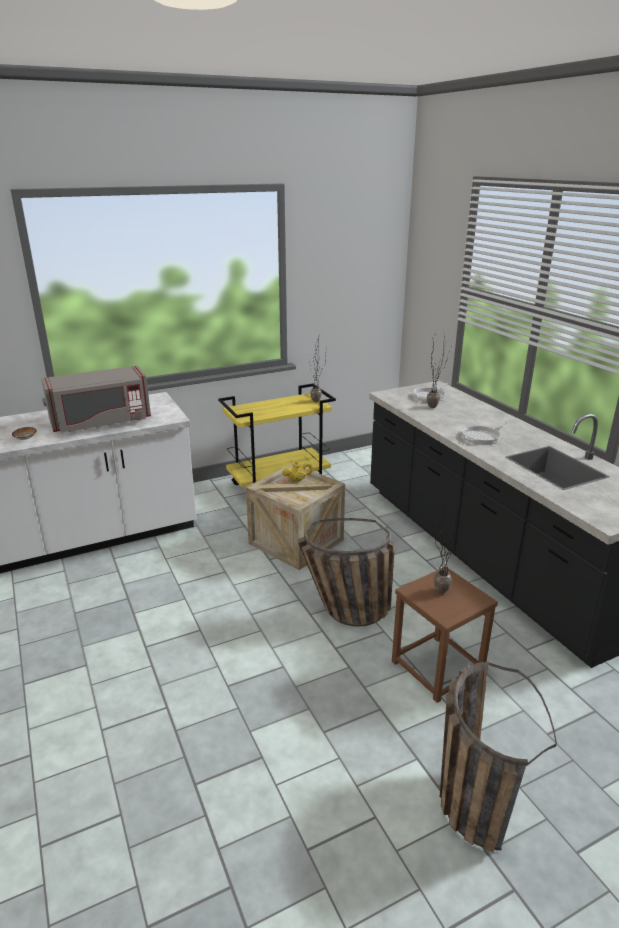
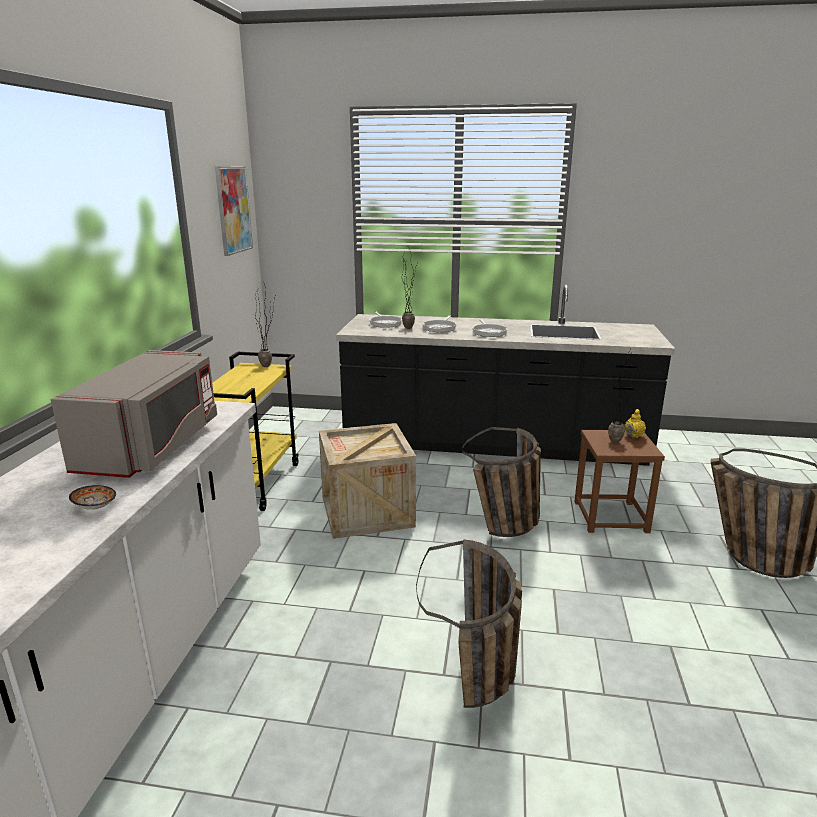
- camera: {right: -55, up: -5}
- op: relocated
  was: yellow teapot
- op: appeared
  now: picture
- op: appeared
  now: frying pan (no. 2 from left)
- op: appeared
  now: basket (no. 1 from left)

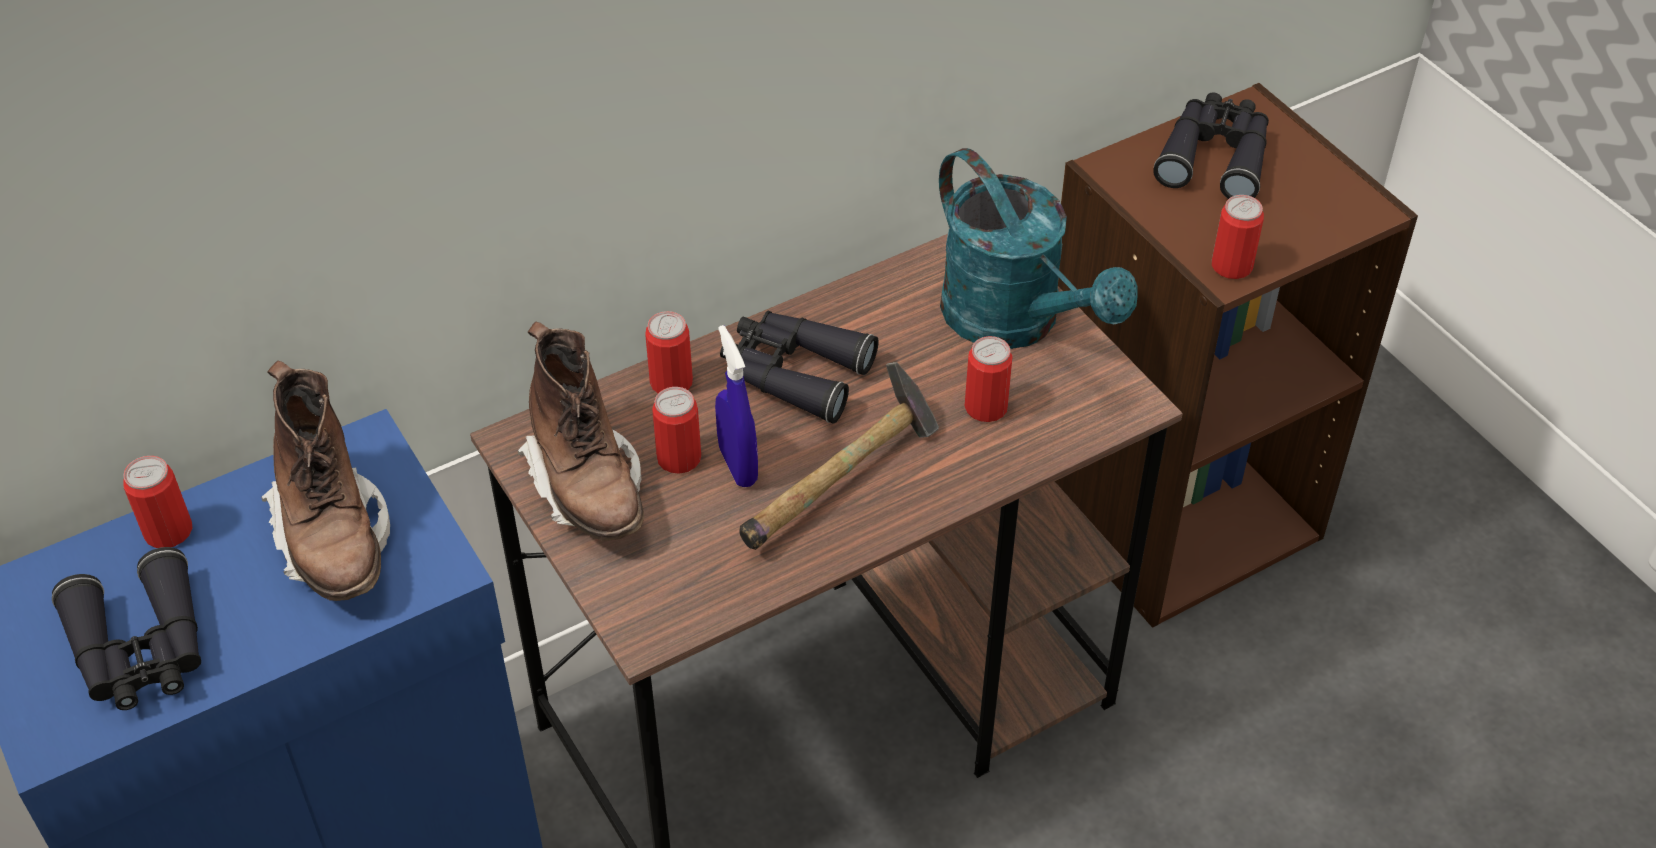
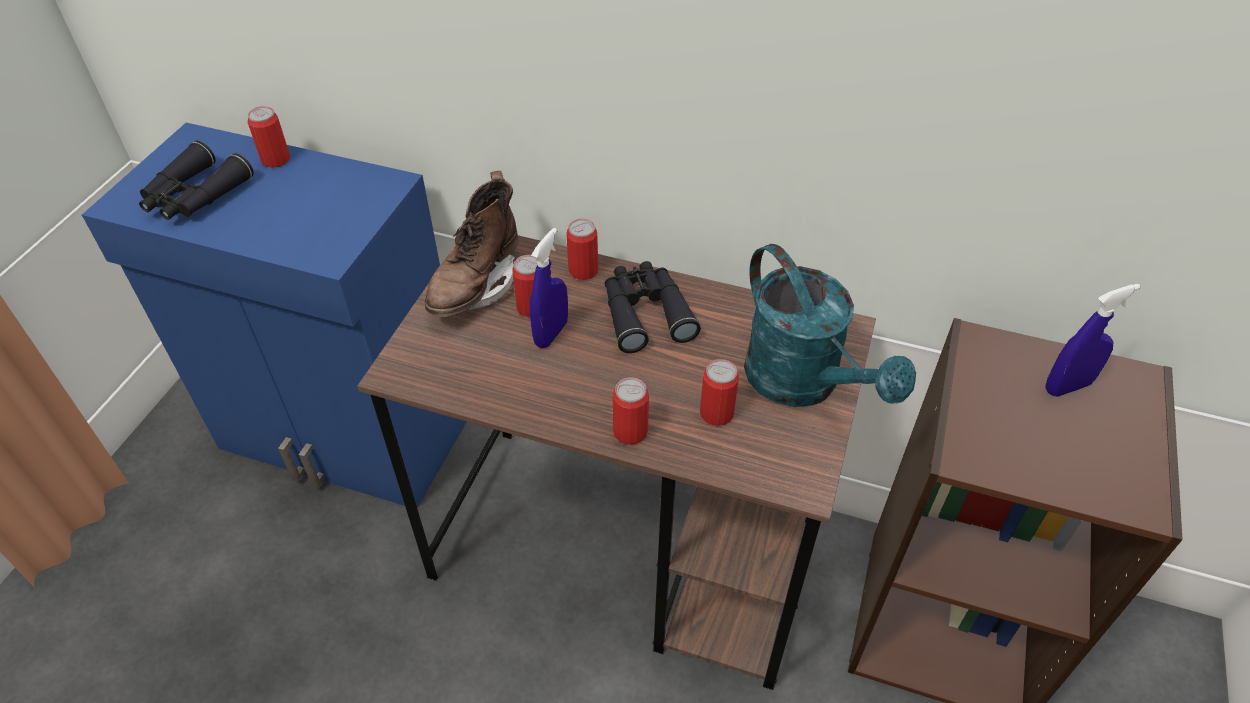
- camera: {right: 50, up: 0}
- op: exchanged
  was: black binoculars (no. 3 from left)
  now: blue spray bottle (no. 2 from left)
- op: spun
  was: turquoise watering can
  clockwise: -45
- op: relocated
  was: can (no. 5 from left in the first image)
  now: can (no. 4 from left)
- op: missing
  was: brown boot (no. 1 from left)
- op: missing
  was: hammer

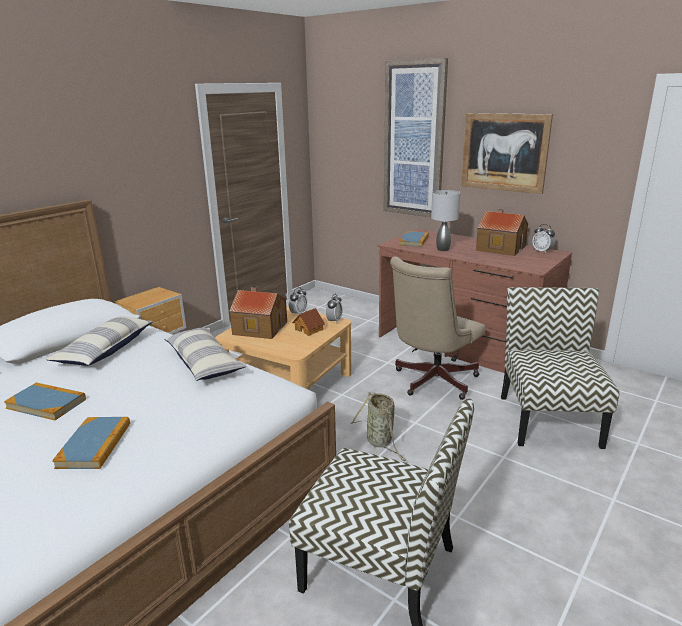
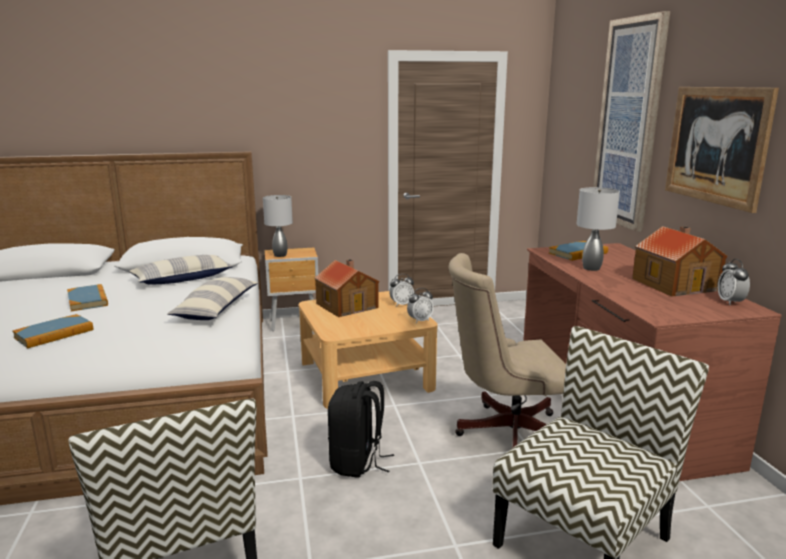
- camera: {right: 40, up: -5}
- op: missing
  was: toy house (no. 2 from left)
- op: exchanged
  was: basket
  now: black backpack
- op: appeared
  now: grey table lamp (no. 1 from left)

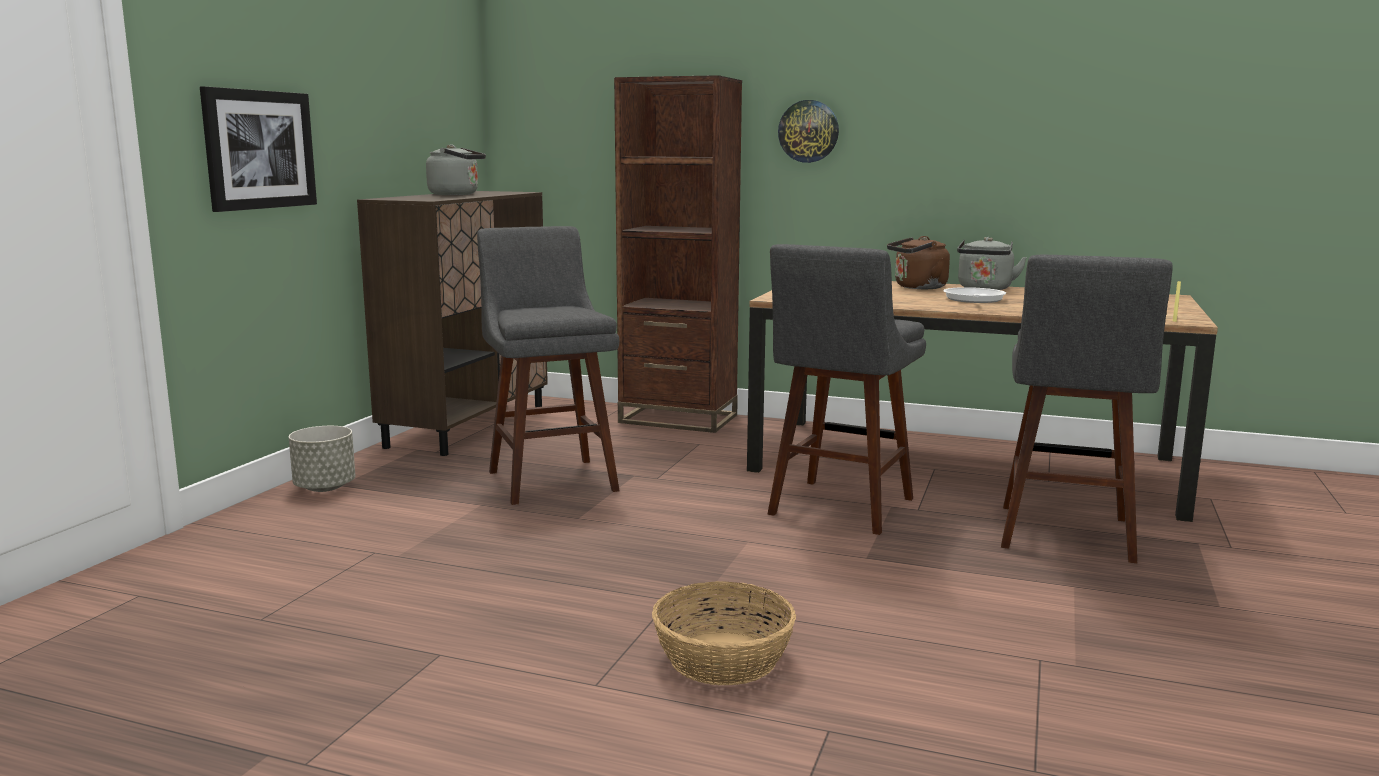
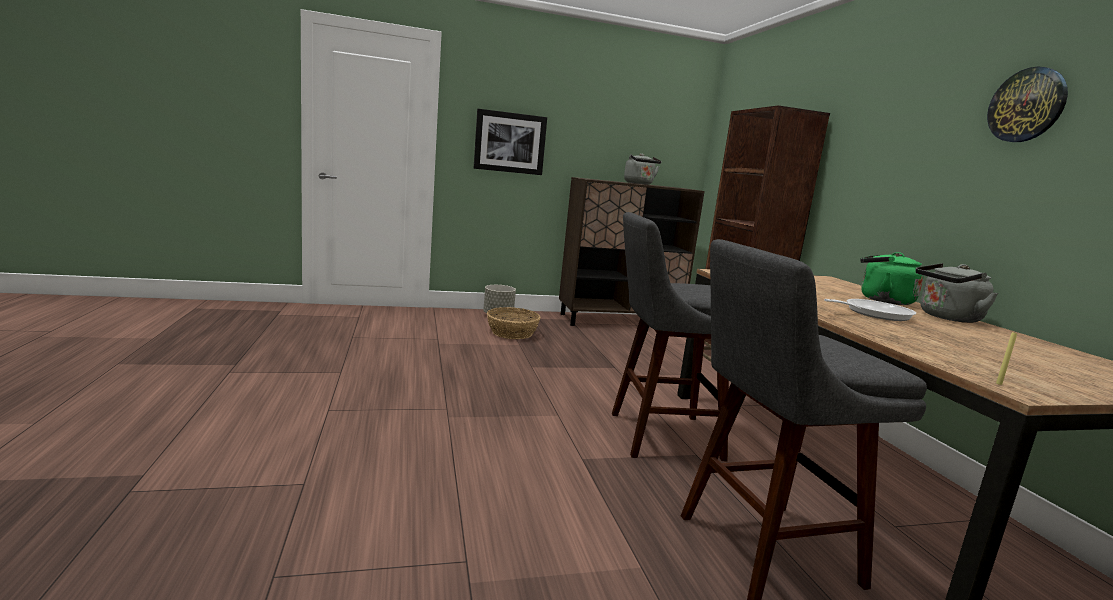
- camera: {right: 55, up: 0}
- op: relocated
  was: wall clock
- op: missing
  was: grey stool (no. 1 from left)
- op: colour
  was: brown kettle
  now: green kettle
- op: relocated
  was: basket

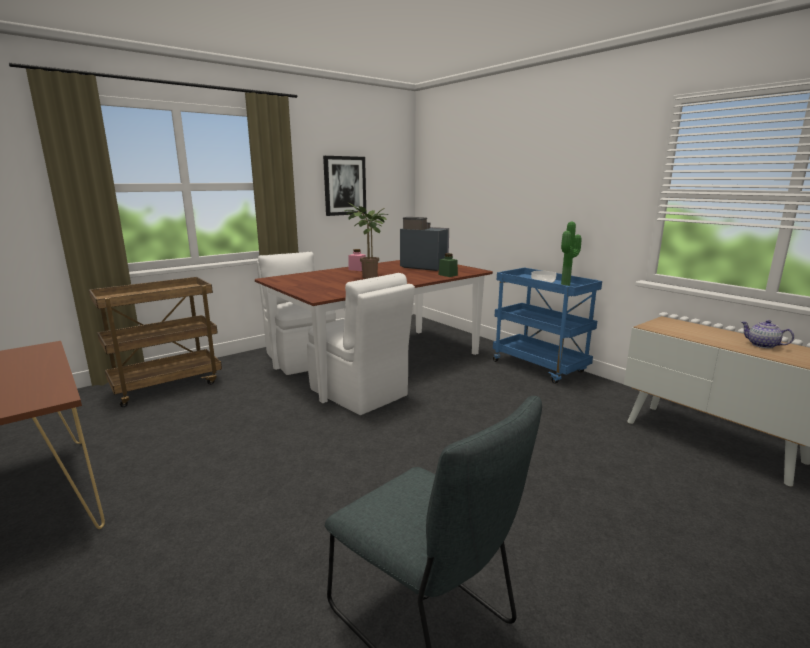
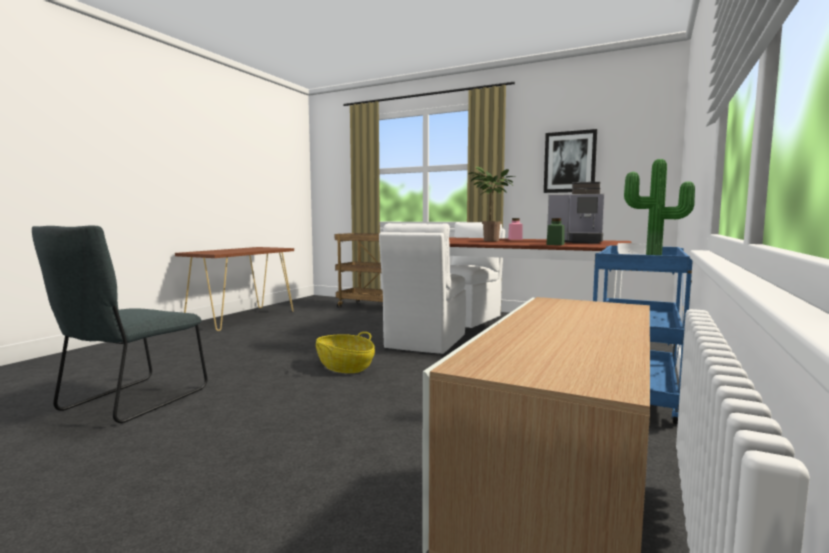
- camera: {right: 65, up: -10}
- op: spun
  was: coffee machine
  clockwise: 105
- op: missing
  was: teapot
- op: appeared
  now: basket

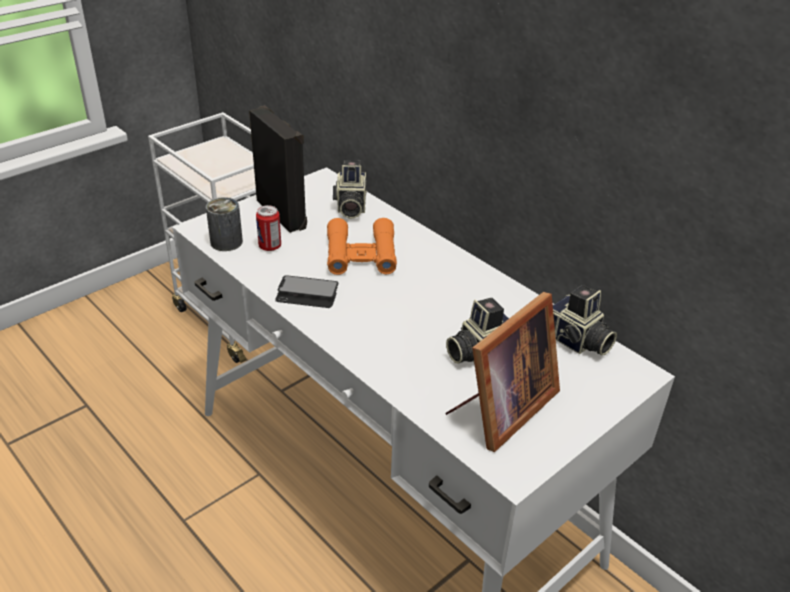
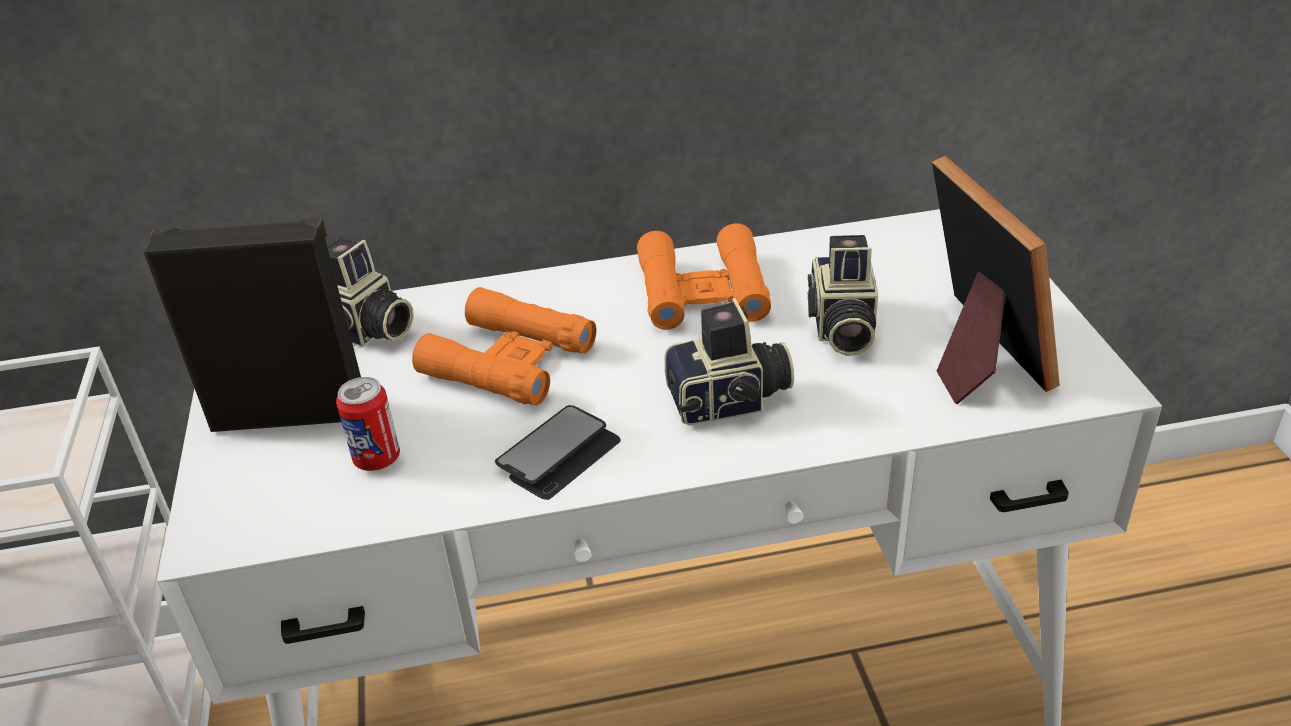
- camera: {right: -55, up: 0}
- op: missing
  was: can (no. 1 from left)
- op: relocated
  was: photo camera (no. 3 from left in the first image)
  now: photo camera (no. 2 from left)
- op: appeared
  now: orange binoculars (no. 2 from left)

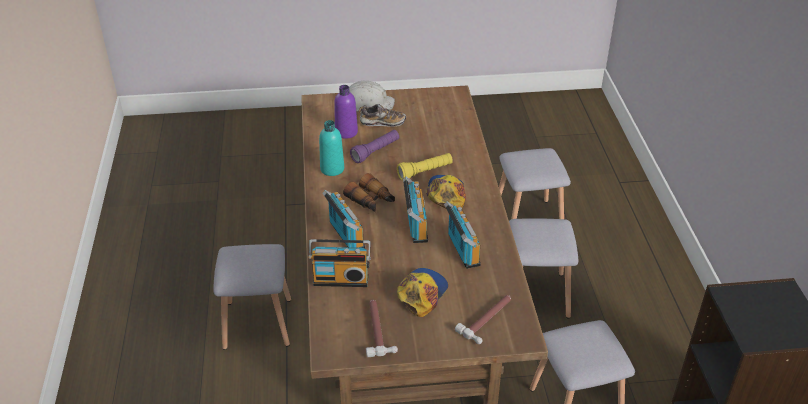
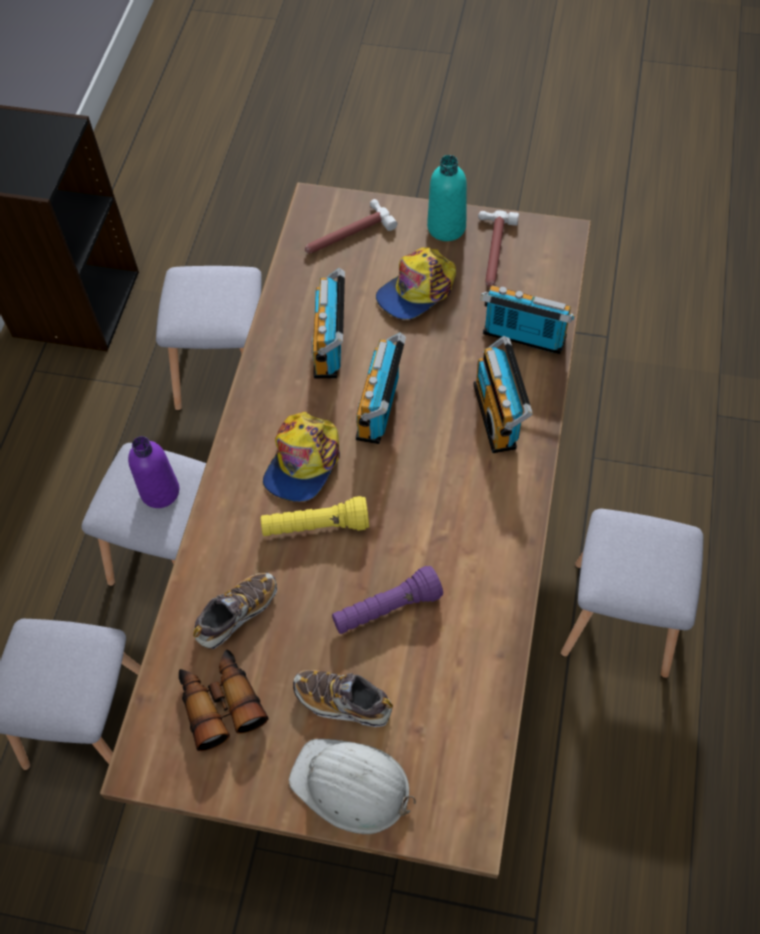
- camera: {right: -160, up: 20}
- op: relocated
  was: purple bottle
- op: relocated
  was: turquoise bottle
- op: relocated
  was: binoculars
- op: appeared
  now: shoe (no. 1 from left)

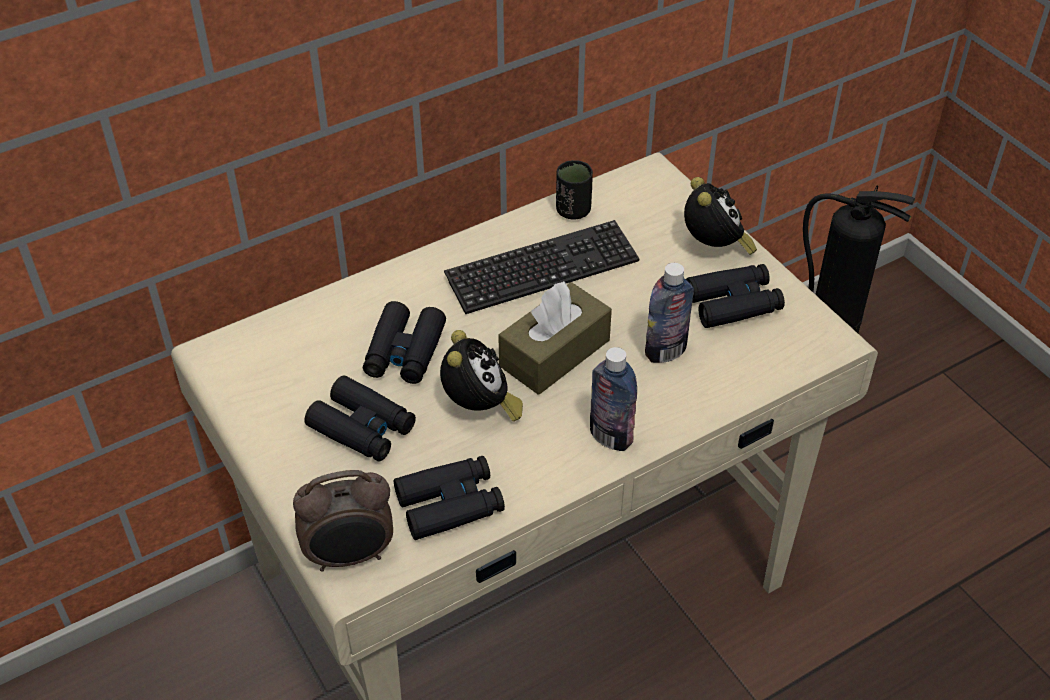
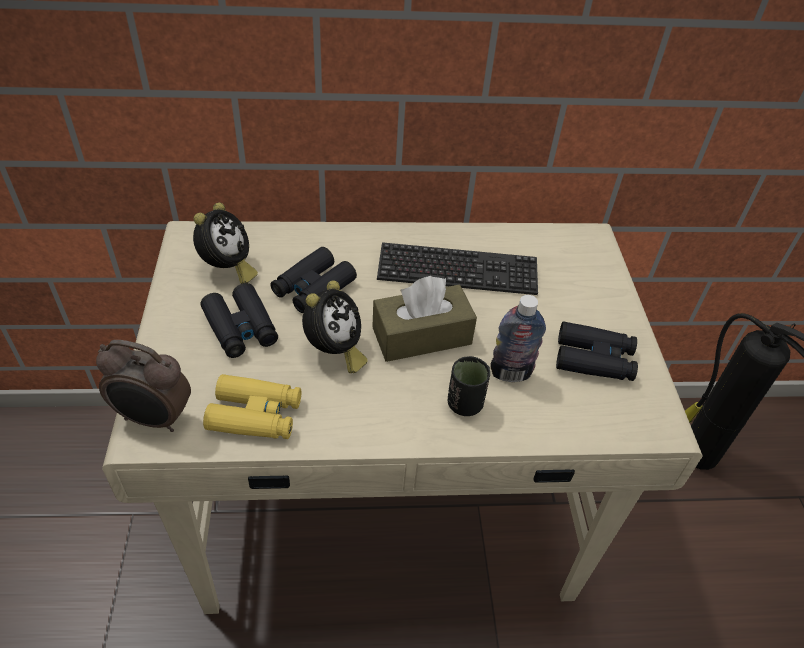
- camera: {right: 25, up: 0}
- op: relocated
  was: black cup
- op: relocated
  was: alarm clock (no. 3 from left in the first image)
  now: alarm clock (no. 2 from left)
- op: missing
  was: bottle (no. 1 from left)
- op: colour
  was: black binoculars (no. 3 from left)
  now: yellow binoculars

